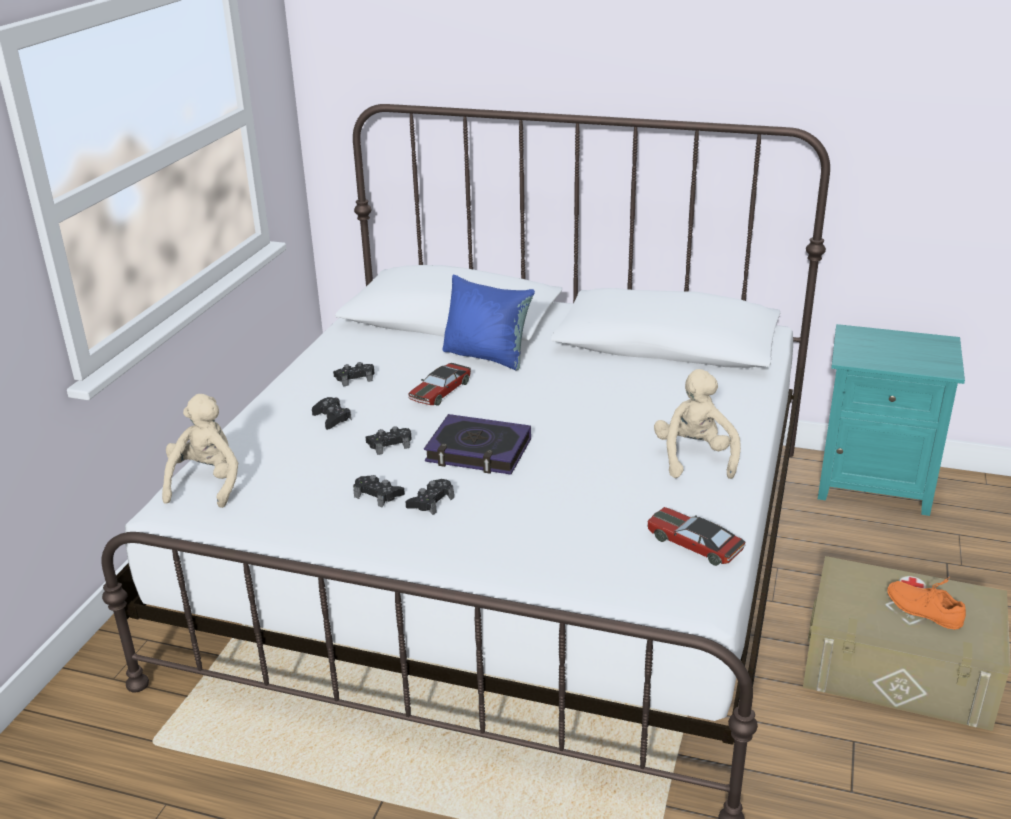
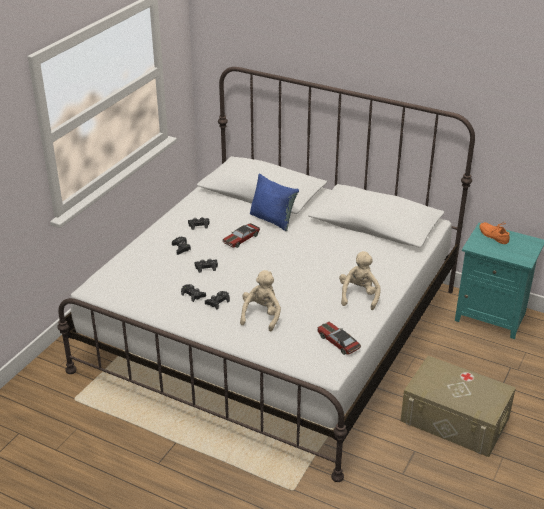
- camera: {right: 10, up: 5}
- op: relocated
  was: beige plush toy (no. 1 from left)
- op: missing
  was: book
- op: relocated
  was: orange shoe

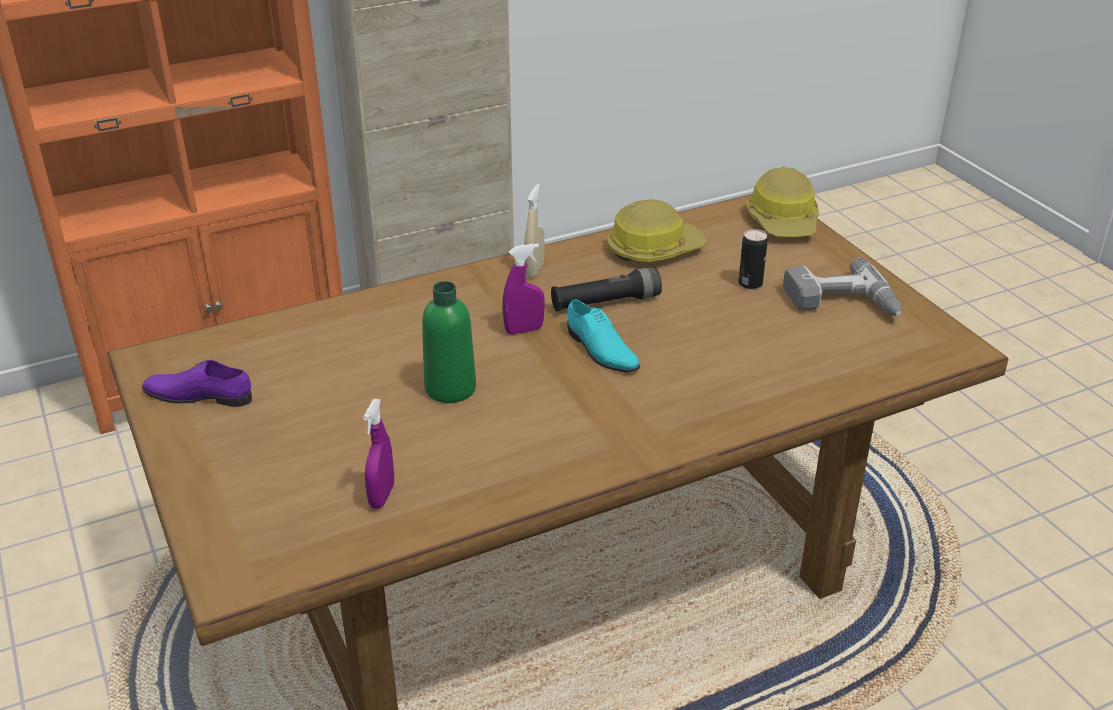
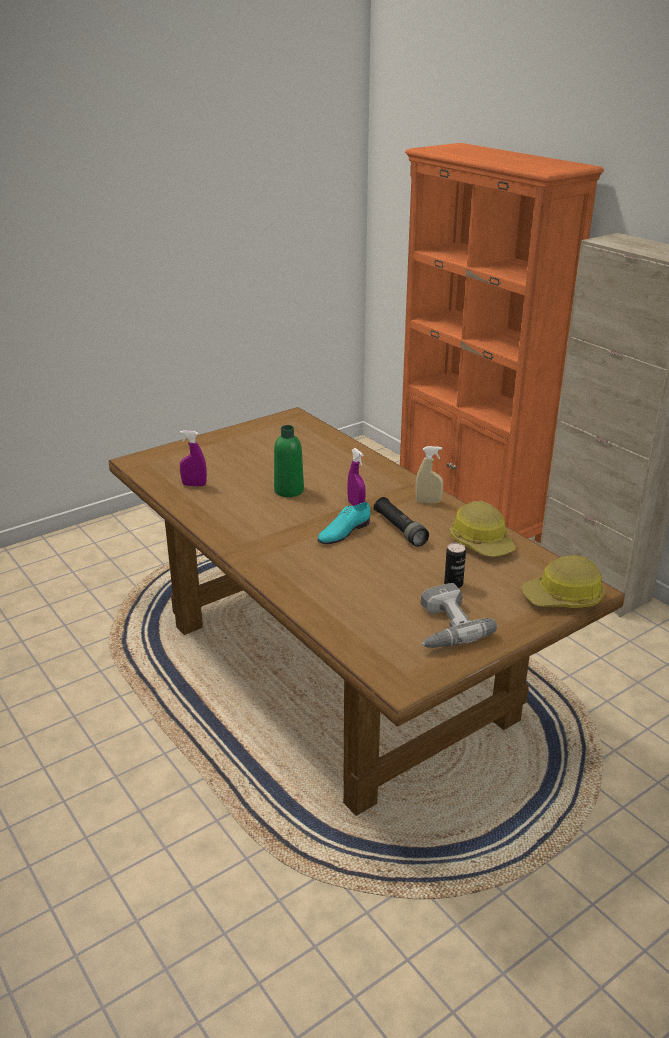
- camera: {right: 80, up: -5}
- op: missing
  was: purple shoe

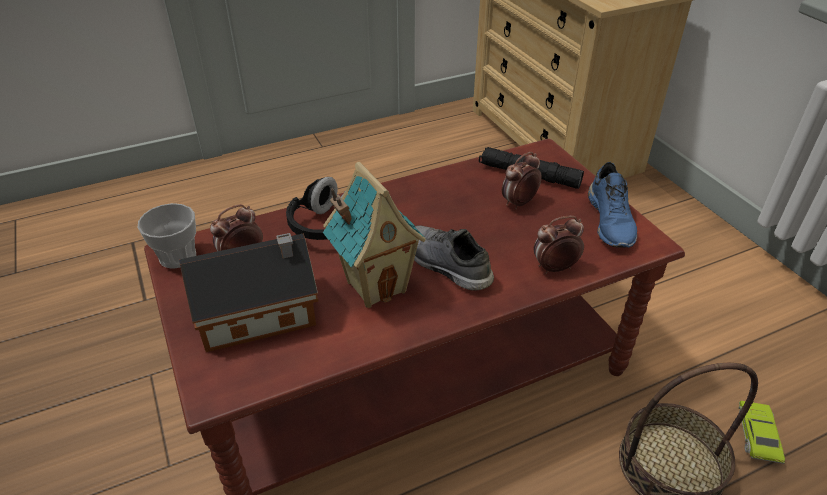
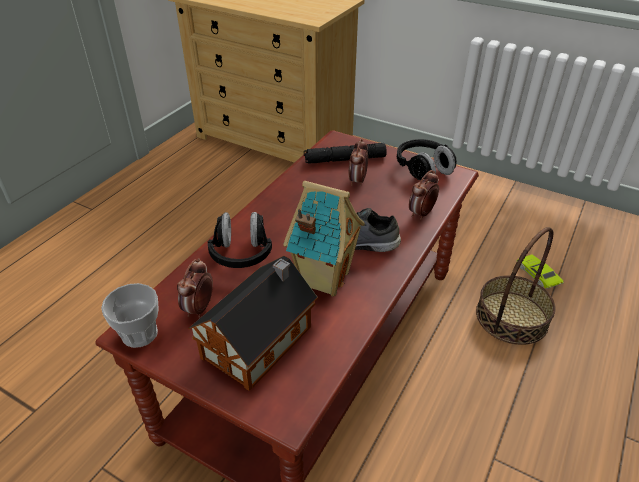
- camera: {right: -35, up: 0}
- op: exchanged
  was: blue shoe
  now: black headphones (no. 2 from left)

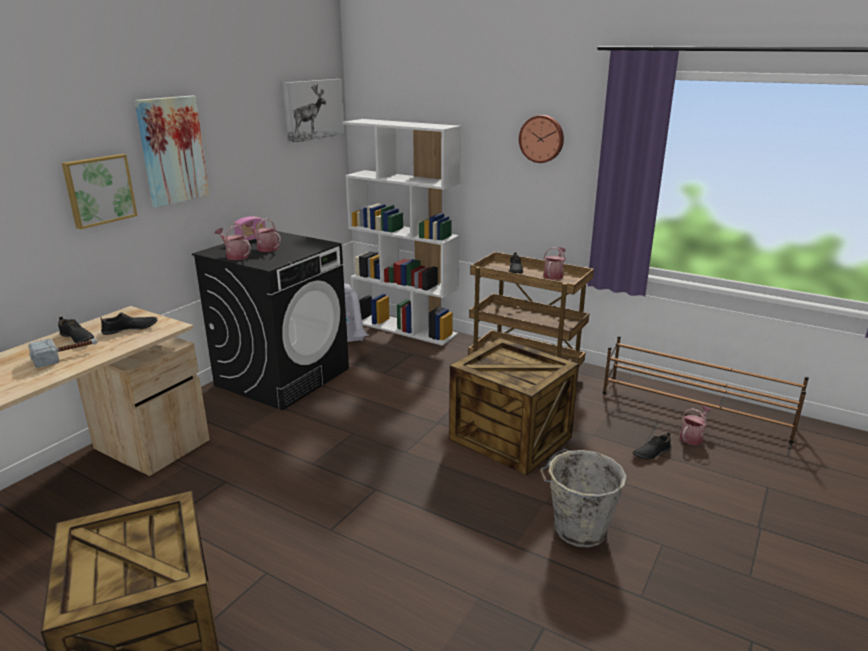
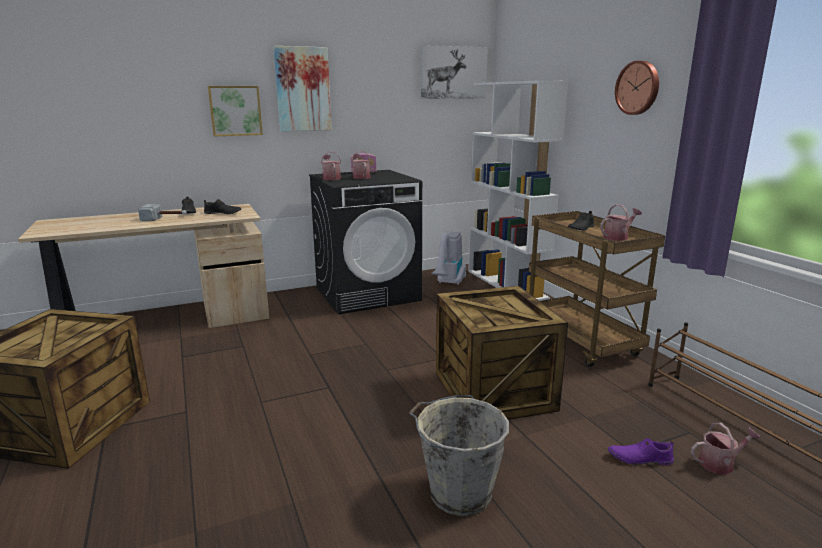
- camera: {right: 35, up: -5}
- op: colour
  was: black shoe (no. 4 from left)
  now: purple shoe

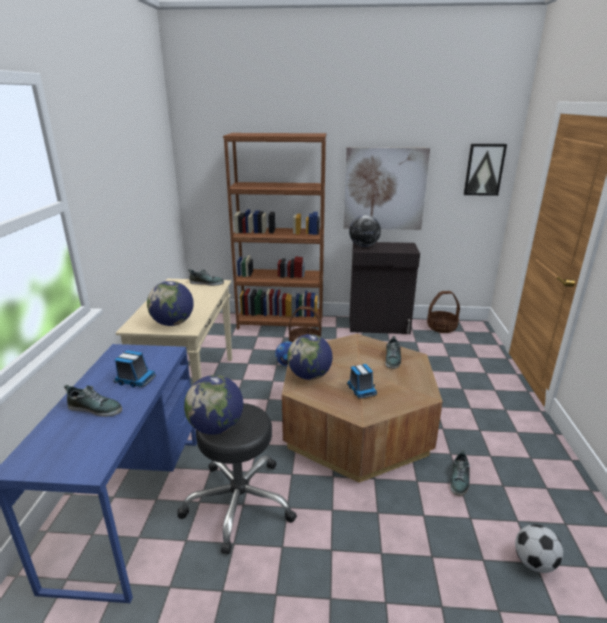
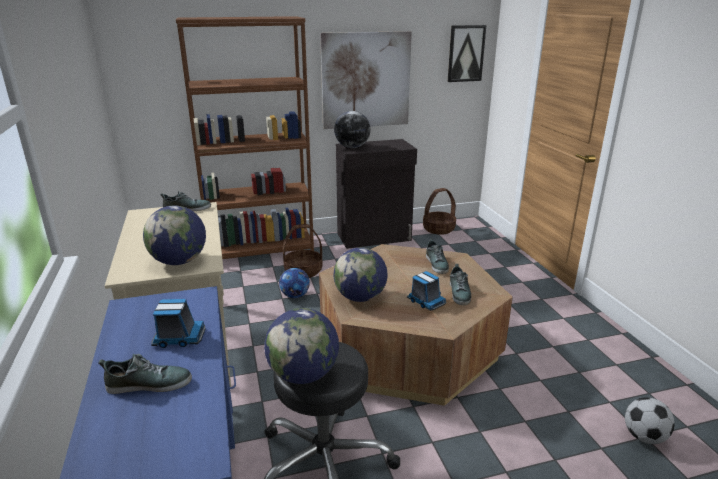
- camera: {right: -20, up: 0}
- op: relocated
  was: shoe (no. 4 from left)

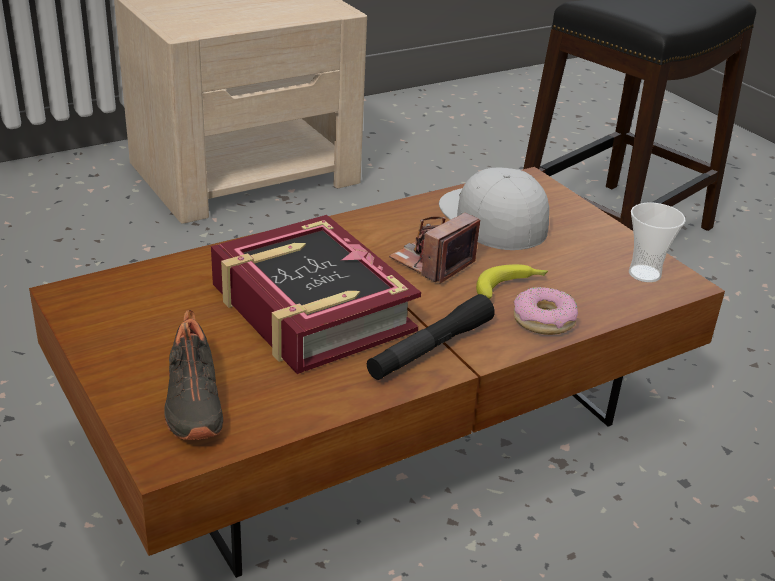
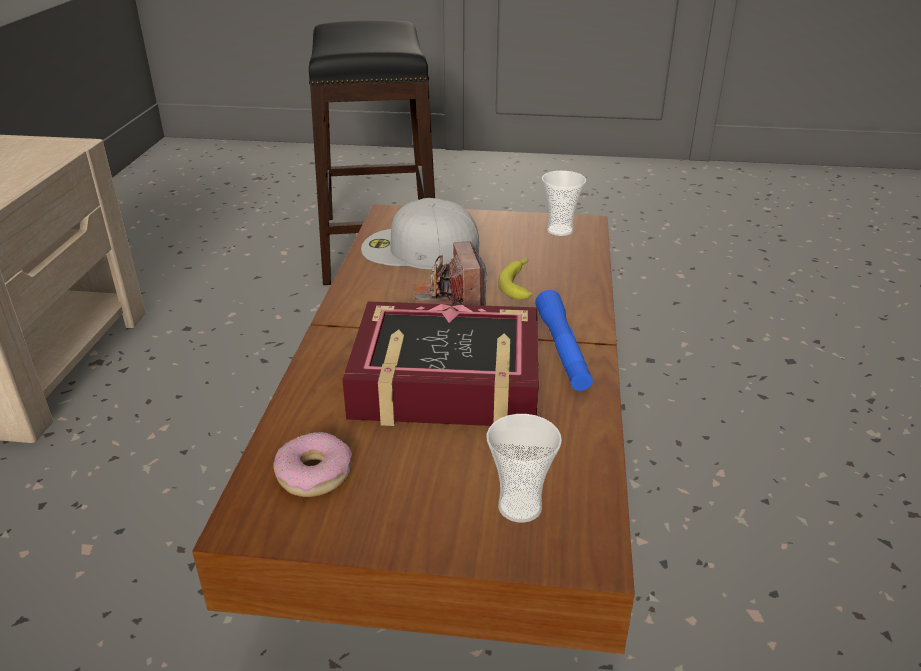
- camera: {right: -50, up: 0}
- op: relocated
  was: donut
- op: colour
  was: black flashlight
  now: blue flashlight
- op: exchanged
  was: black shoe
  now: cup (no. 1 from left)

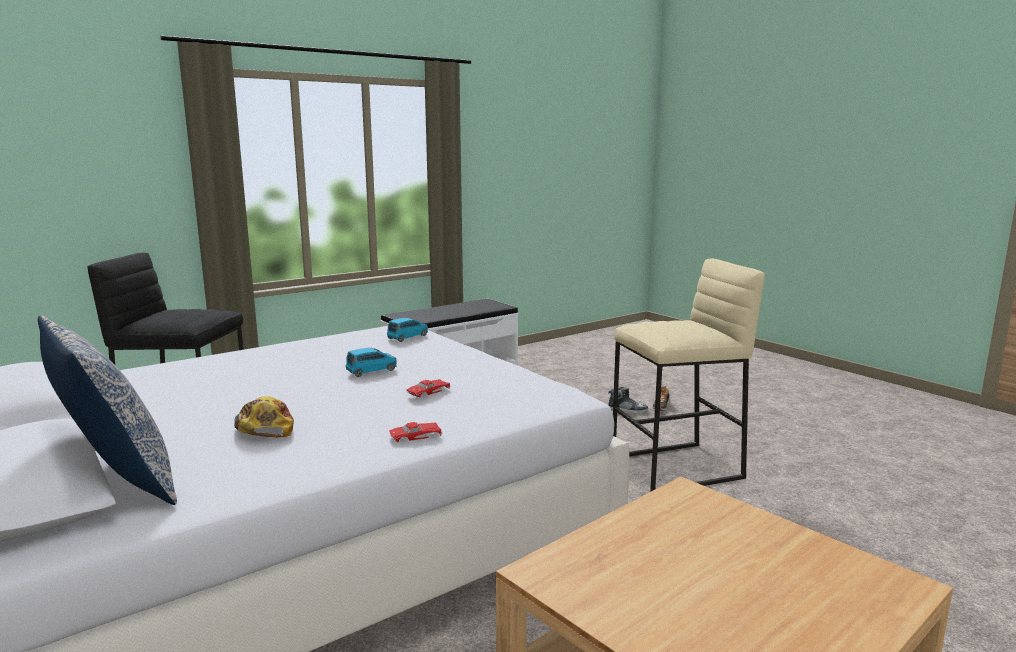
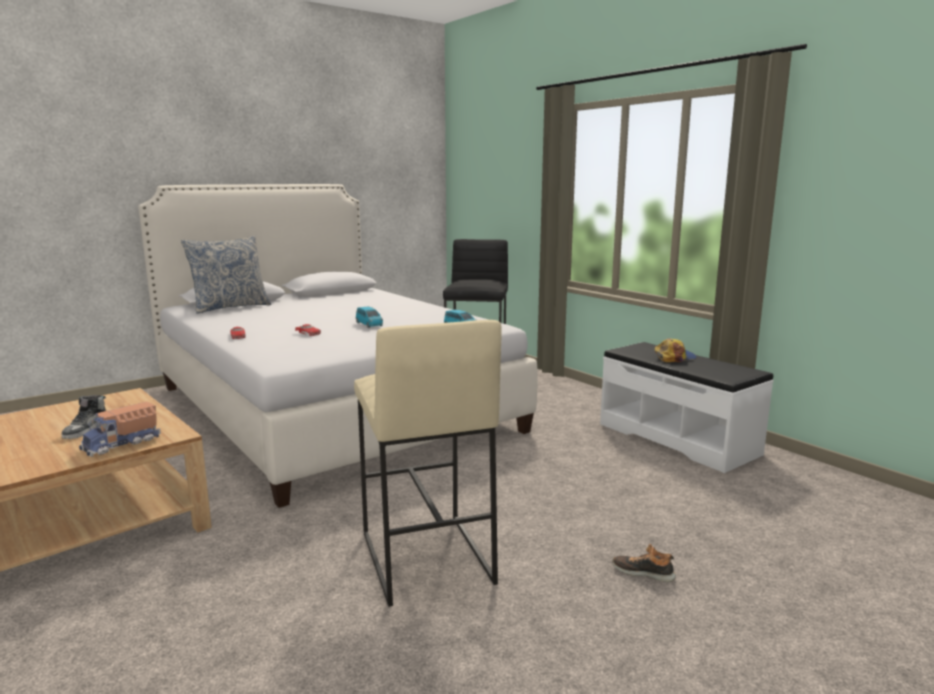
- camera: {right: 90, up: 0}
- op: relocated
  was: shoe (no. 1 from left)
- op: relocated
  was: cap
- op: appeared
  now: toy truck

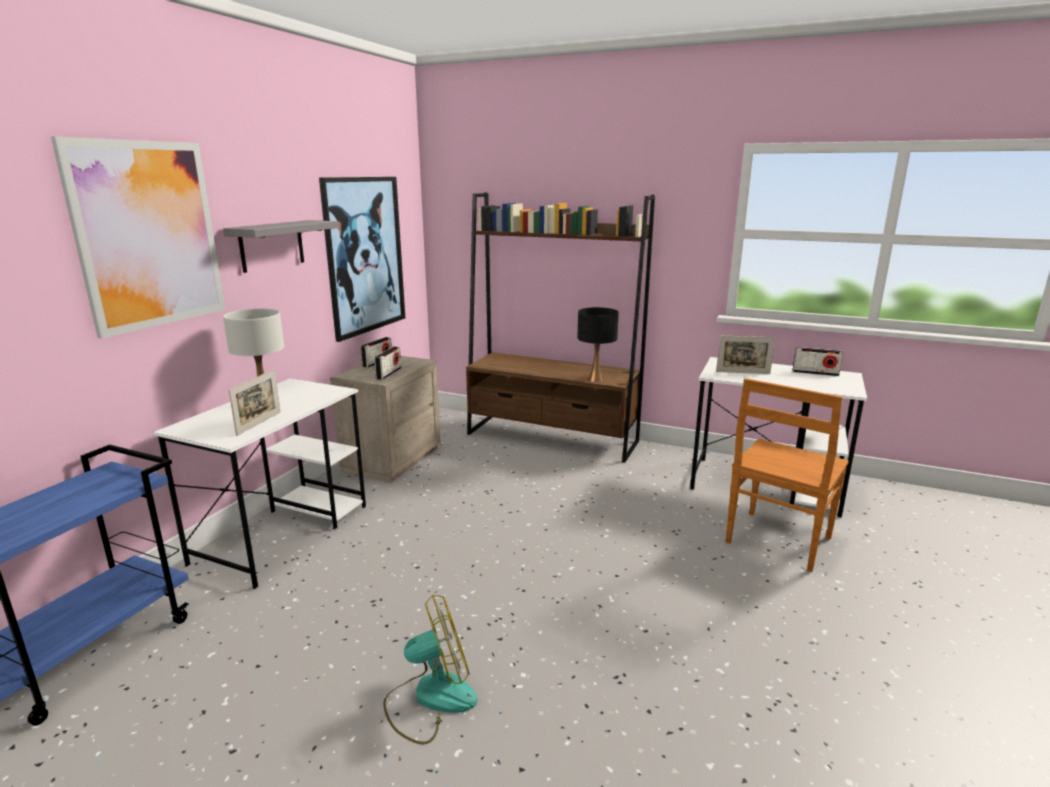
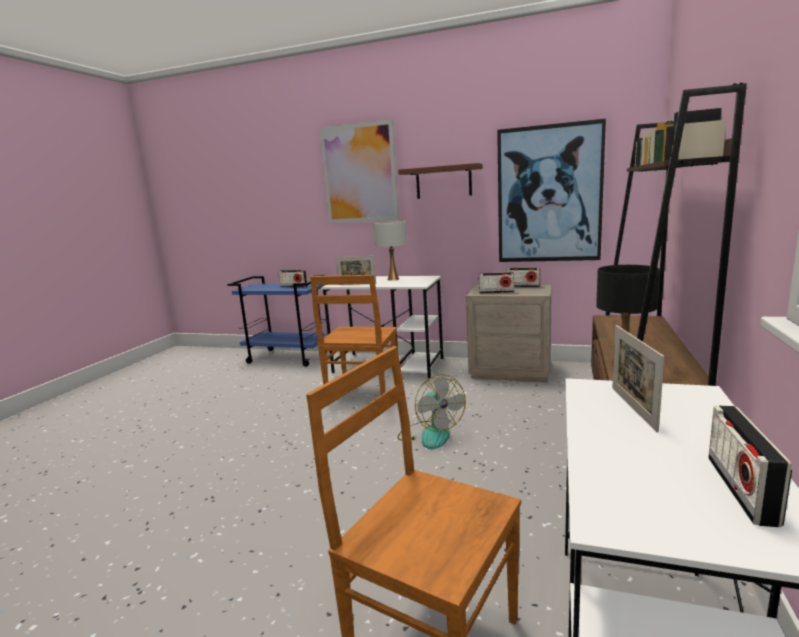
- camera: {right: 85, up: -5}
- op: colour
  was: grey shelf
  now: brown shelf
- op: relocated
  was: fan
- op: appeared
  now: radio (no. 1 from left)
- op: appeared
  now: brown chair (no. 1 from left)

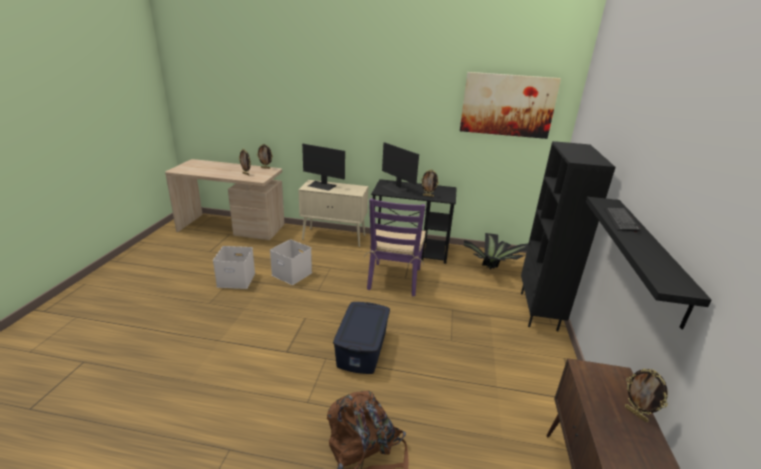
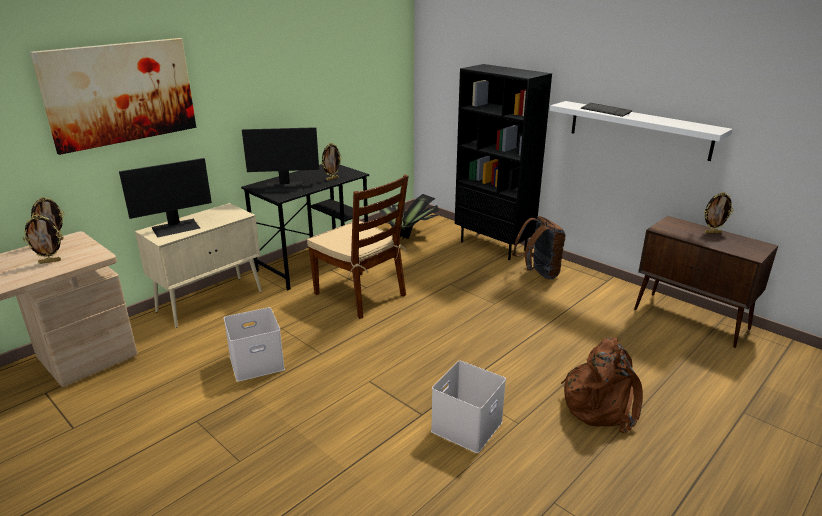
- camera: {right: -55, up: 0}
- op: relocated
  was: picture
- op: colour
  was: black shelf
  now: white shelf
- op: colour
  was: purple chair
  now: brown chair
- op: relocated
  was: white storage box (no. 1 from left in the first image)
  now: white storage box (no. 2 from left)
- op: missing
  was: blue storage box
- op: appeared
  now: brown backpack (no. 1 from left)

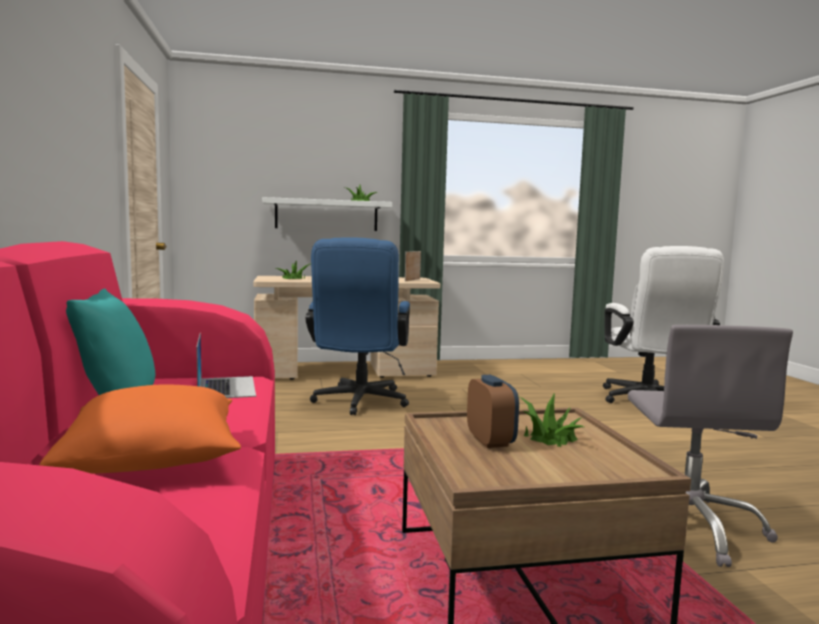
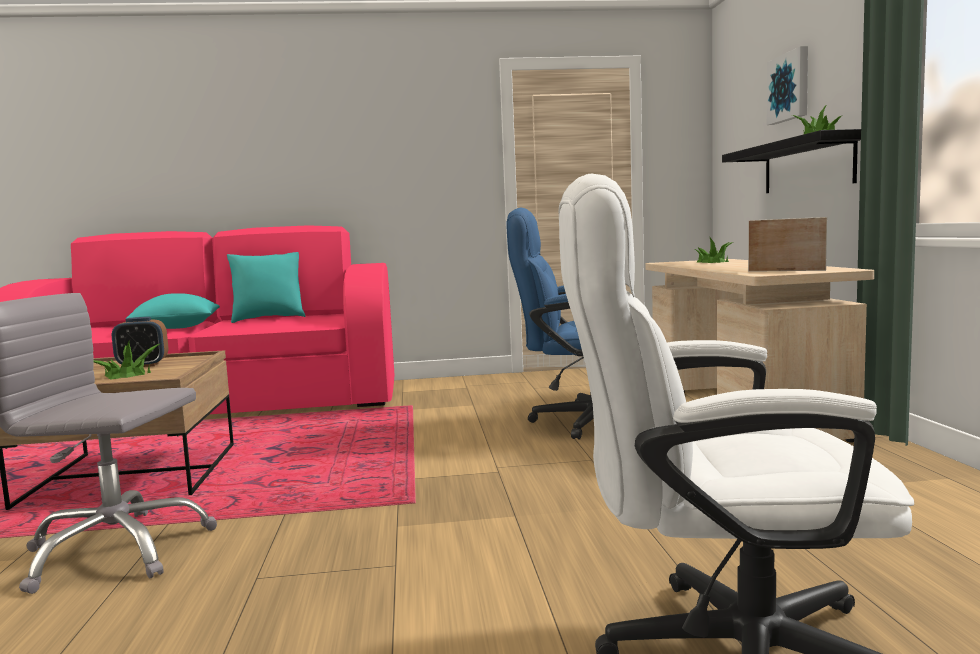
- camera: {right: 95, up: 0}
- op: colour
  was: white shelf
  now: black shelf
- op: missing
  was: laptop
- op: colour
  was: orange pillow
  now: turquoise pillow (no. 1 from left)
- op: appeared
  now: picture

